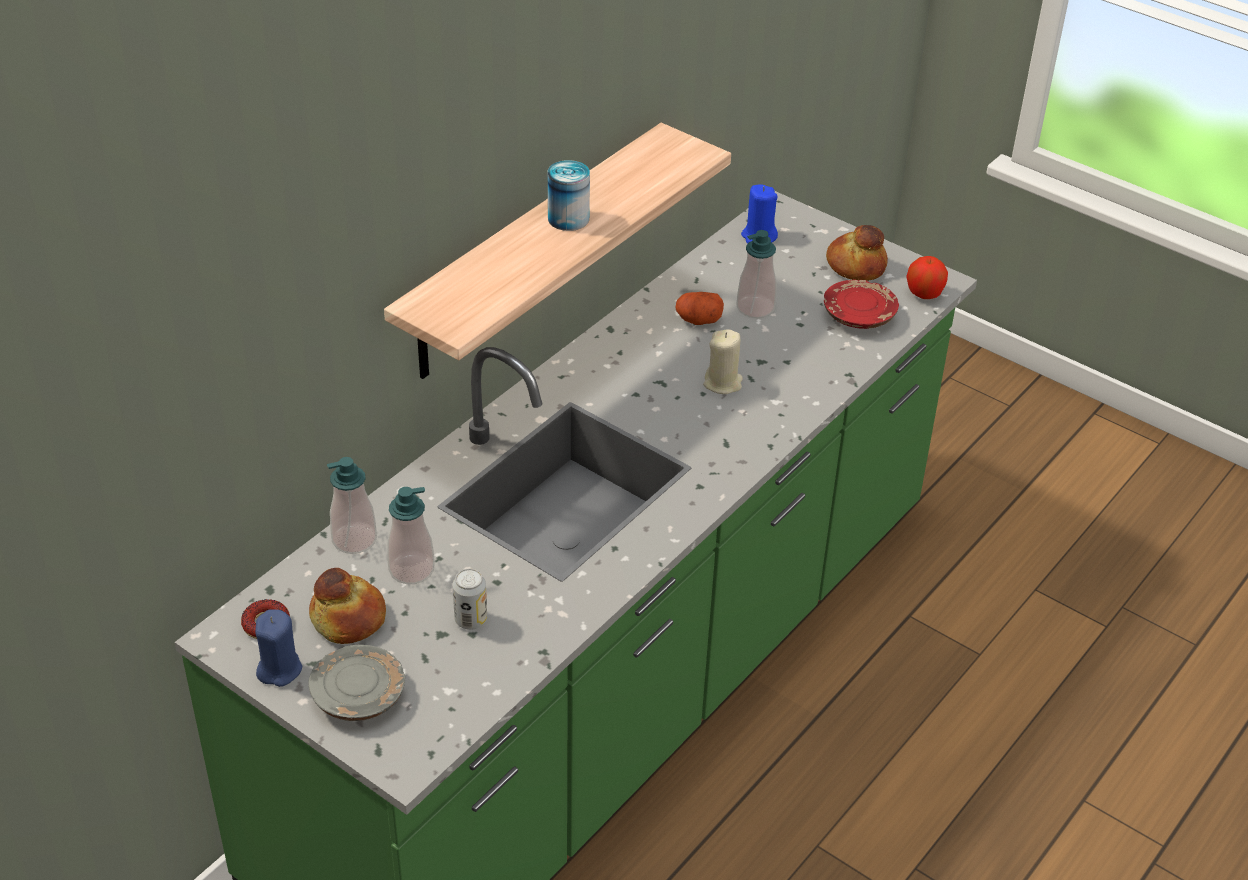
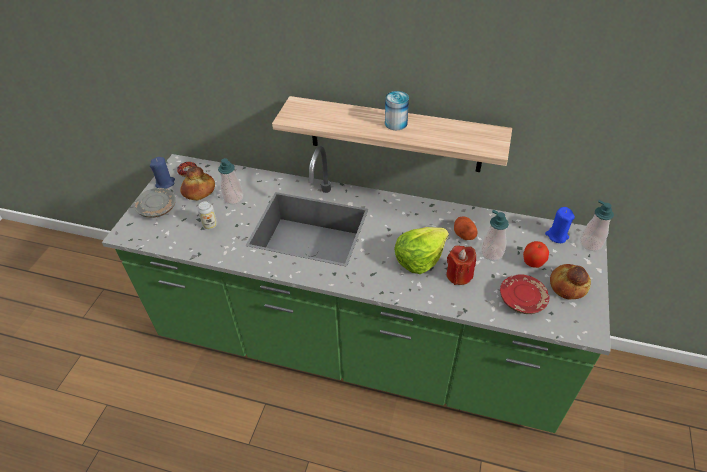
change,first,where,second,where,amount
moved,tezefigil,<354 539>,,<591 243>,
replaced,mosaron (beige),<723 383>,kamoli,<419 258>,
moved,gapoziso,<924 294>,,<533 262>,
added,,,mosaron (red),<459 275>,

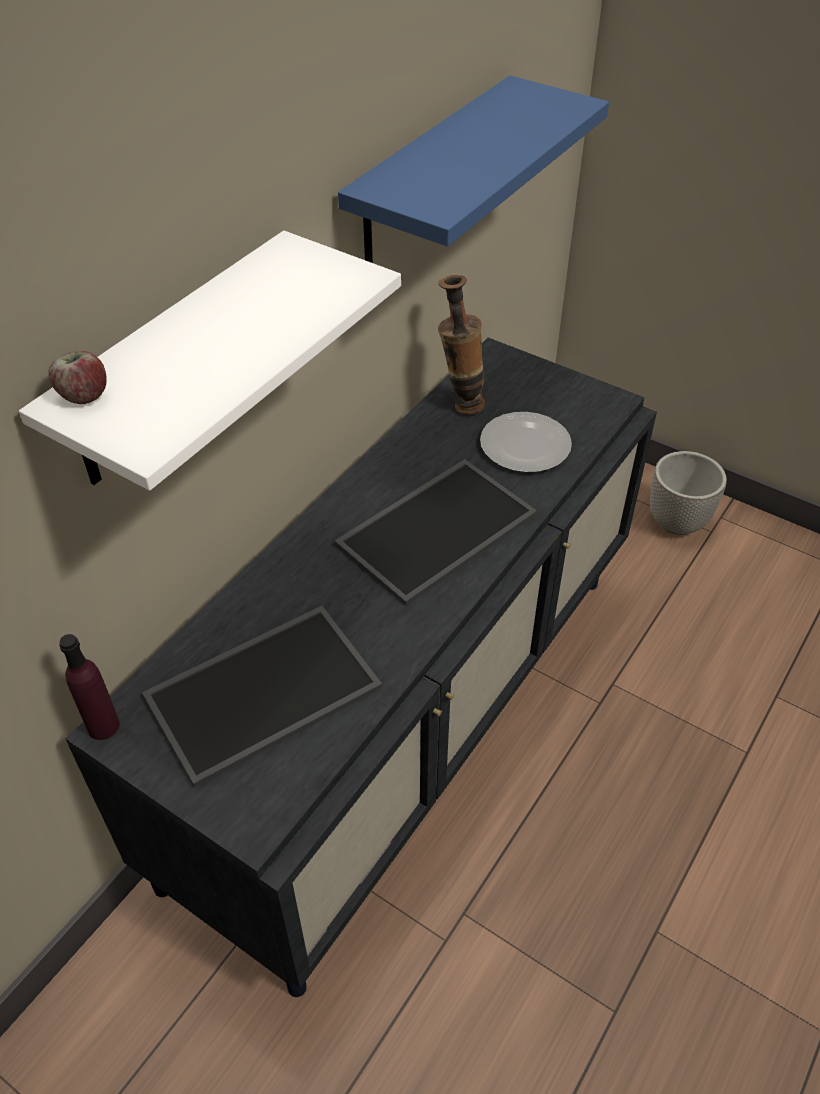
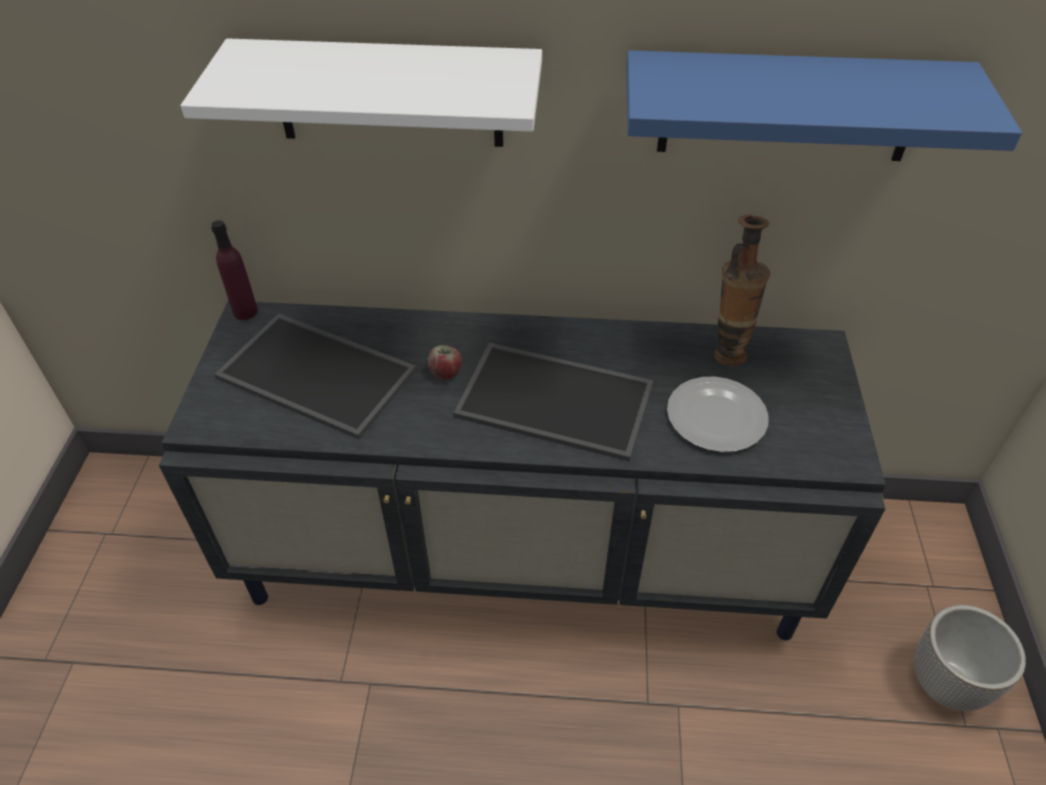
change,first,where,second,where,amount
moved,gapoziso,<84 395>,,<445 372>,

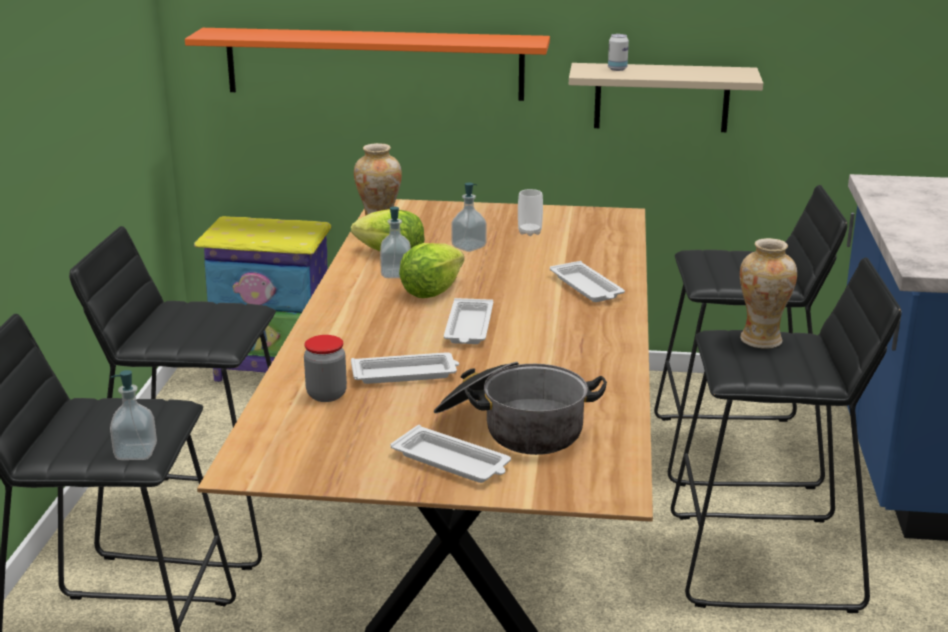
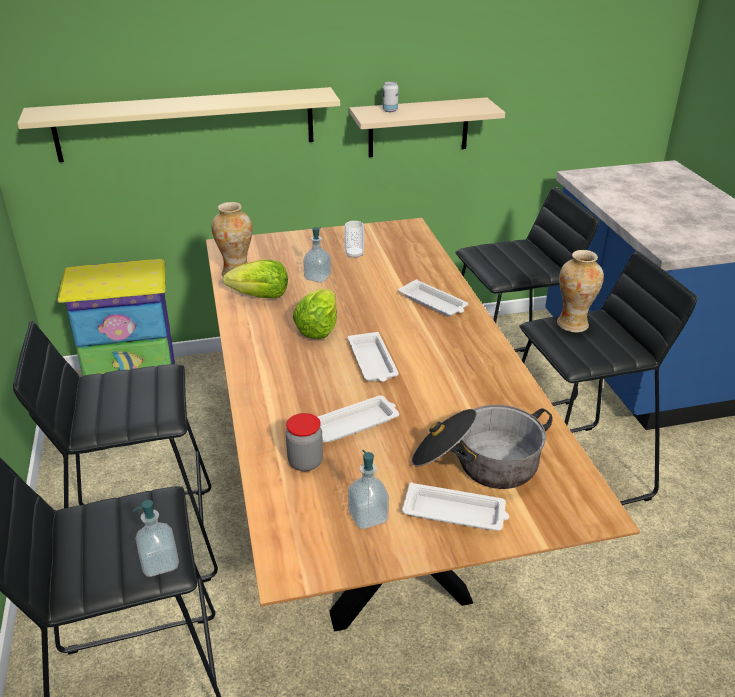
change,first,where,second,where,amount
recoloured,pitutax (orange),<374 64>,pitutax (beige),<186 124>,
moved,tezefigil,<396 274>,,<368 516>,

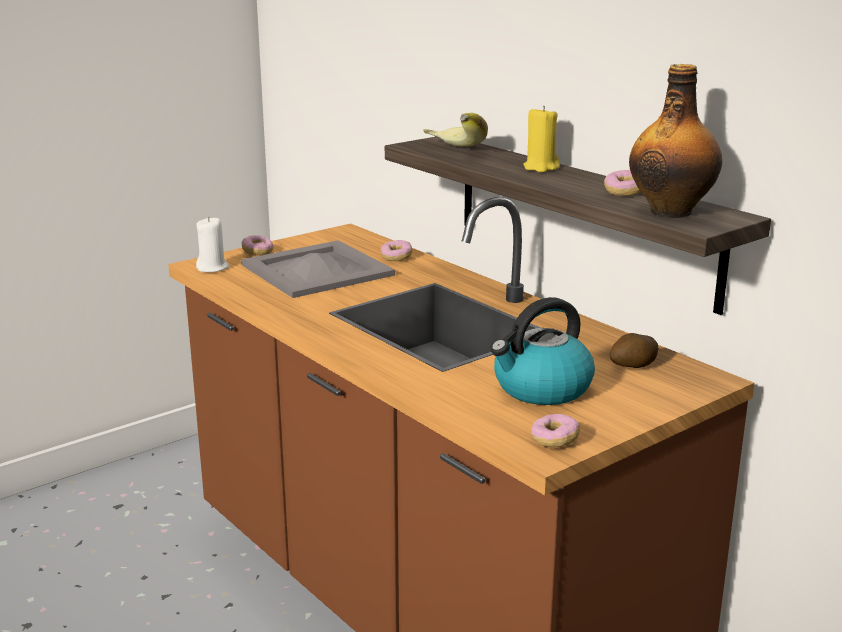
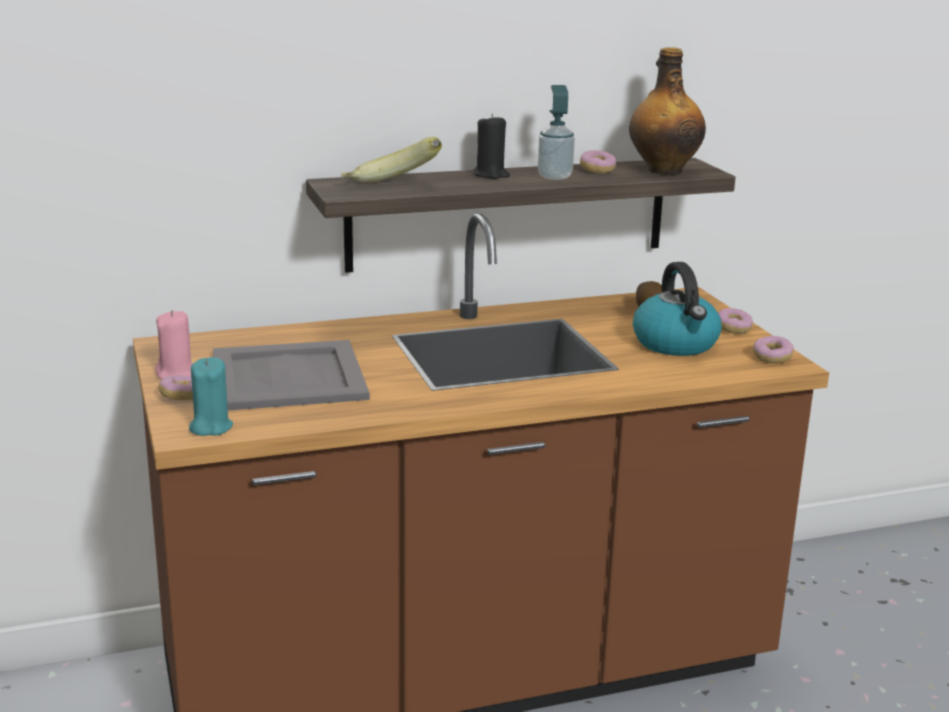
change,first,where,second,where,amount
recoloured,mosaron (white),<213 268>,mosaron (turquoise),<210 427>,
moved,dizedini,<396 257>,,<733 329>,
recoloured,mosaron (yellow),<541 167>,mosaron (black),<491 175>,
added,,,mosaron (pink),<177 374>,
added,,,tezefigil,<555 177>,

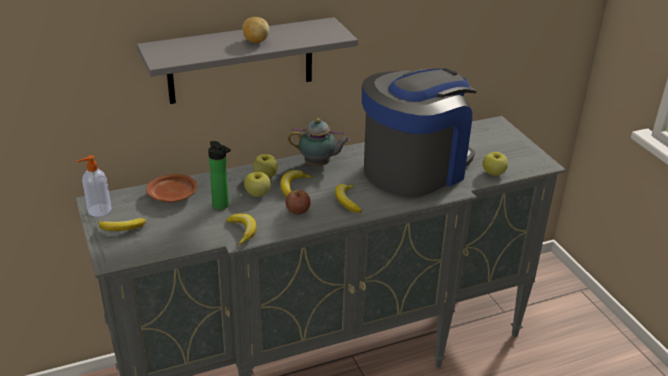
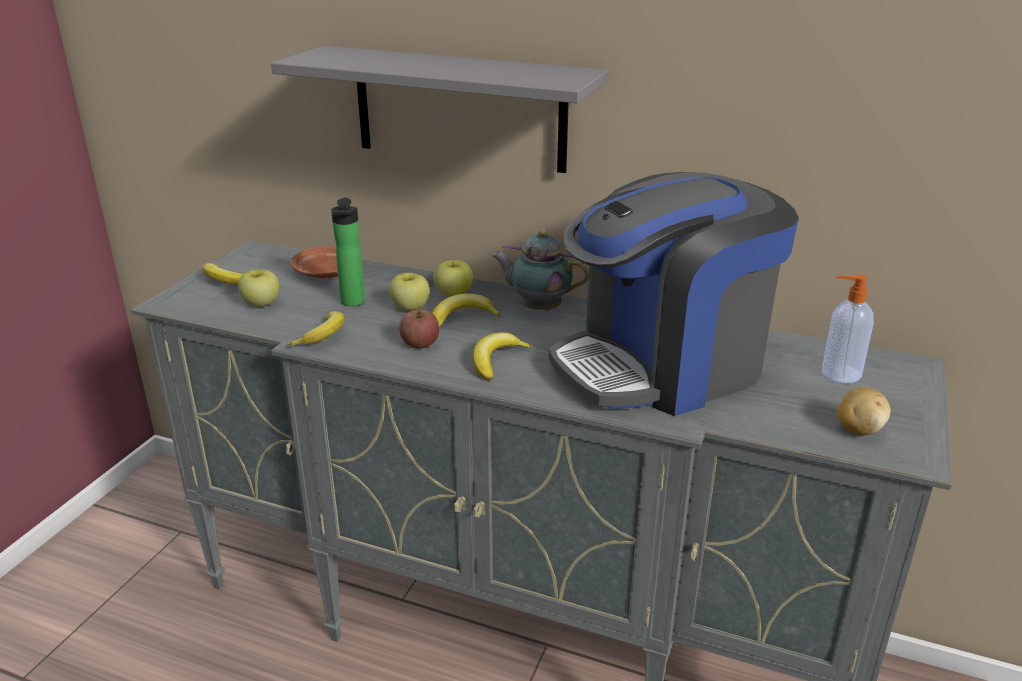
change,first,where,second,where,amount
moved,tezefigil,<98 210>,,<839 373>,
moved,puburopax,<255 41>,,<858 429>,
turned,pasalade,<319 164>,,<538 308>,150 degrees clockwise
turned,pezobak,<415 168>,,<663 366>,150 degrees clockwise
moved,gapoziso,<493 173>,,<261 304>,

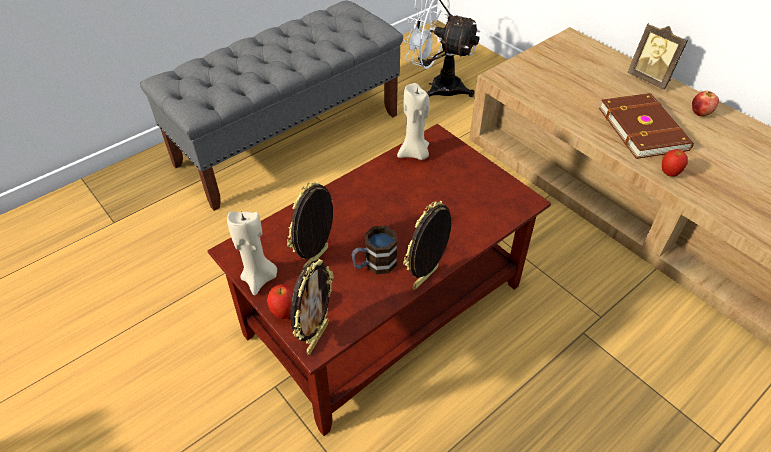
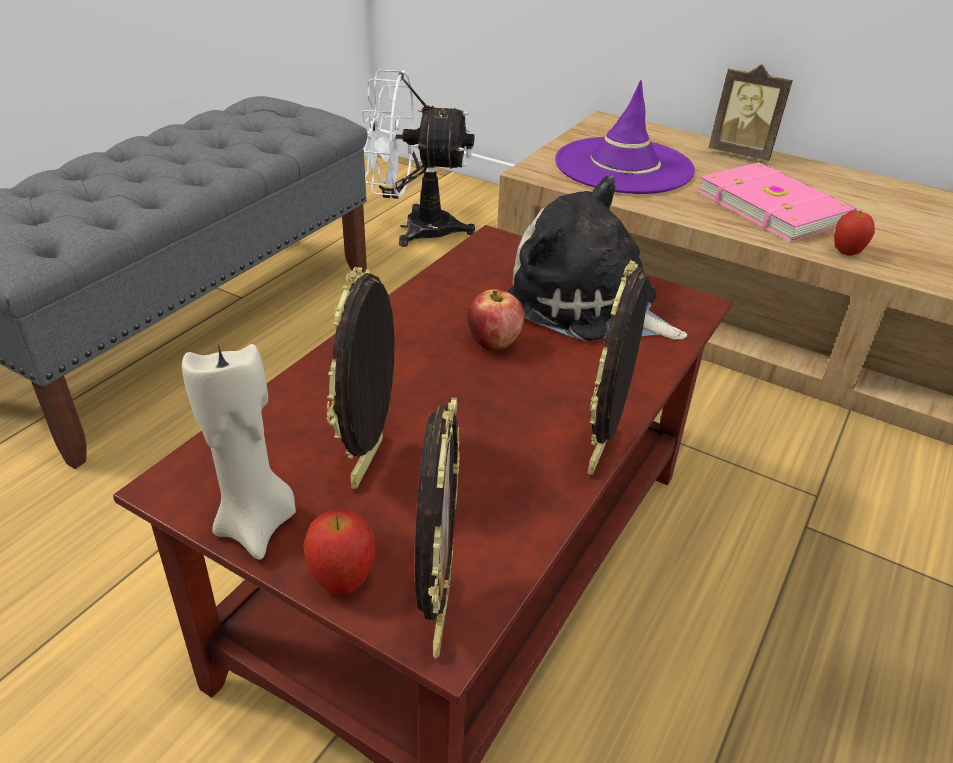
change,first,where,second,where,amount
removed,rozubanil,<374 264>,,,
removed,mosaron (beige),<414 154>,,,
recoloured,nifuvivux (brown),<643 128>,nifuvivux (pink),<773 206>,
moved,gapoziso,<700 113>,,<493 344>,
added,,,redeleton,<588 305>,
added,,,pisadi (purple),<623 166>,

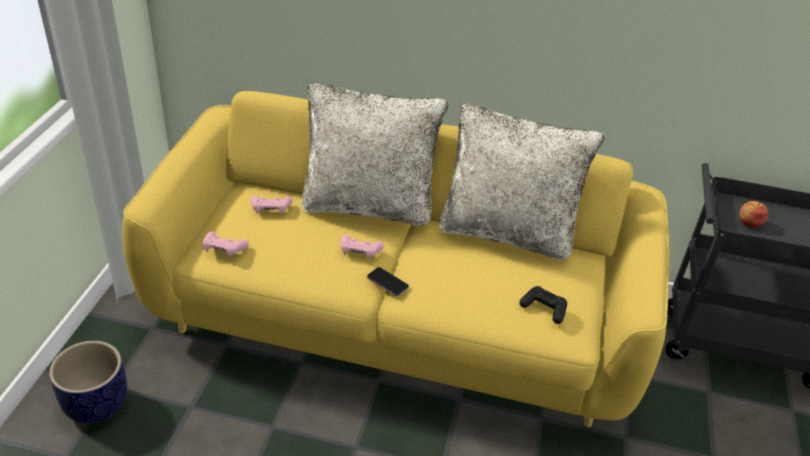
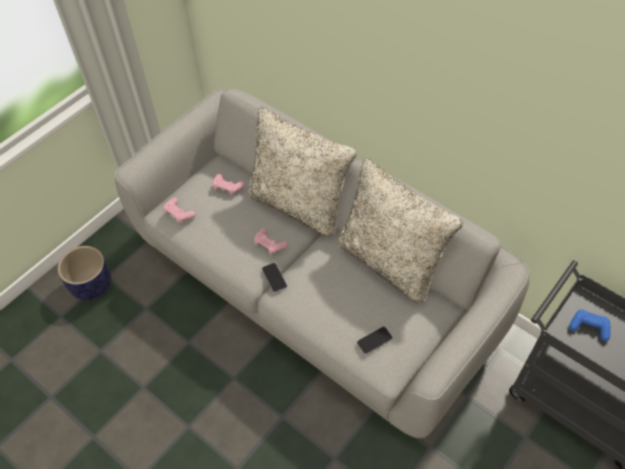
change,first,where,second,where,amount
recoloured,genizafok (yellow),<397 321>,genizafok (grey),<314 289>,
replaced,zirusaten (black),<544 309>,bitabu,<374 340>,
replaced,gapoziso,<749 222>,zirusaten (blue),<589 327>,

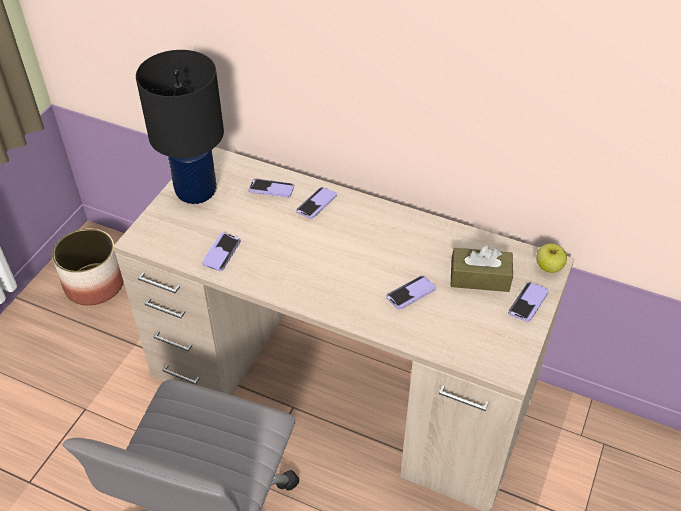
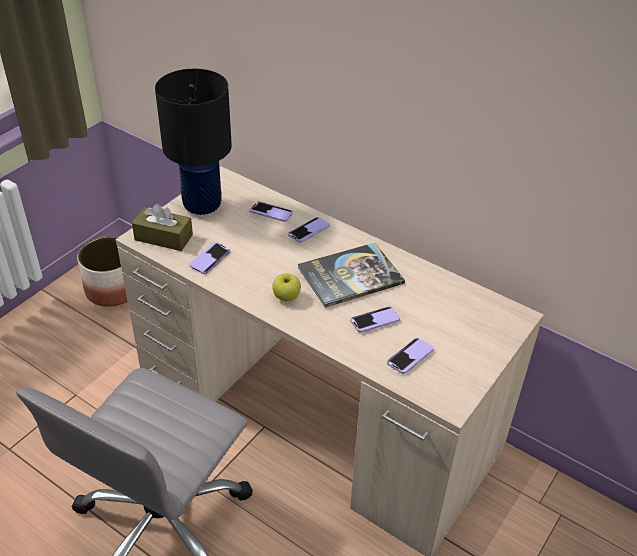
change,first,where,second,where,amount
moved,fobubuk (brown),<479 278>,,<163 237>,
moved,bitabu,<528 303>,,<410 357>,
moved,gapoziso,<549 267>,,<286 296>,
added,,,nifuvivux,<350 275>,

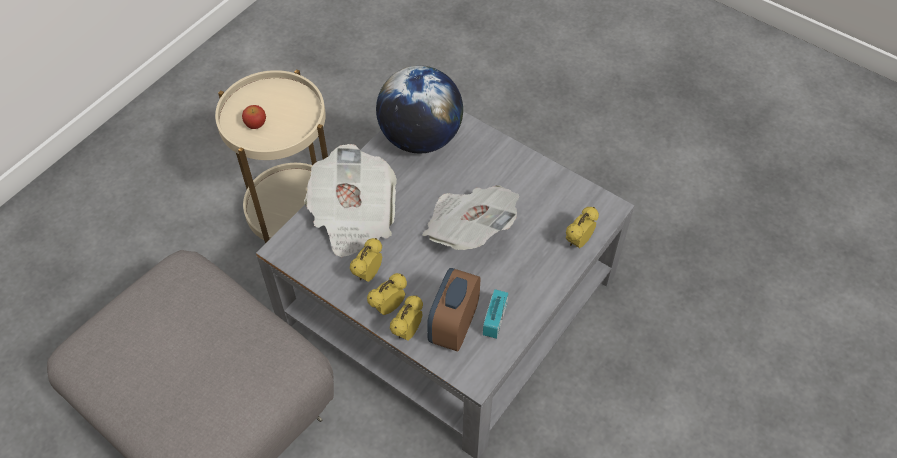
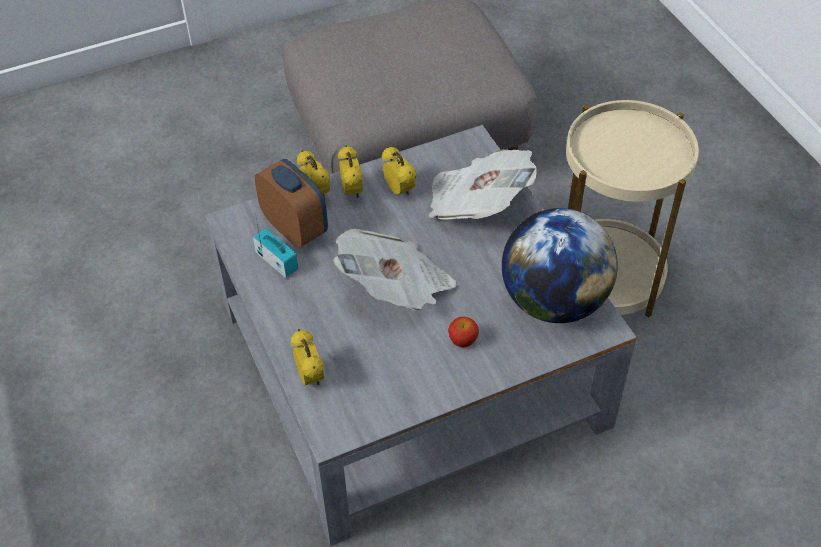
change,first,where,second,where,amount
moved,gapoziso,<256 124>,,<463 341>,

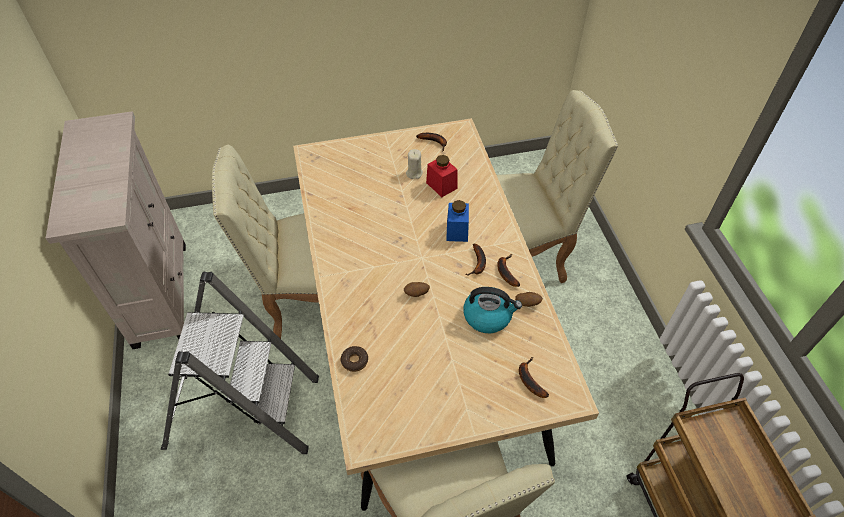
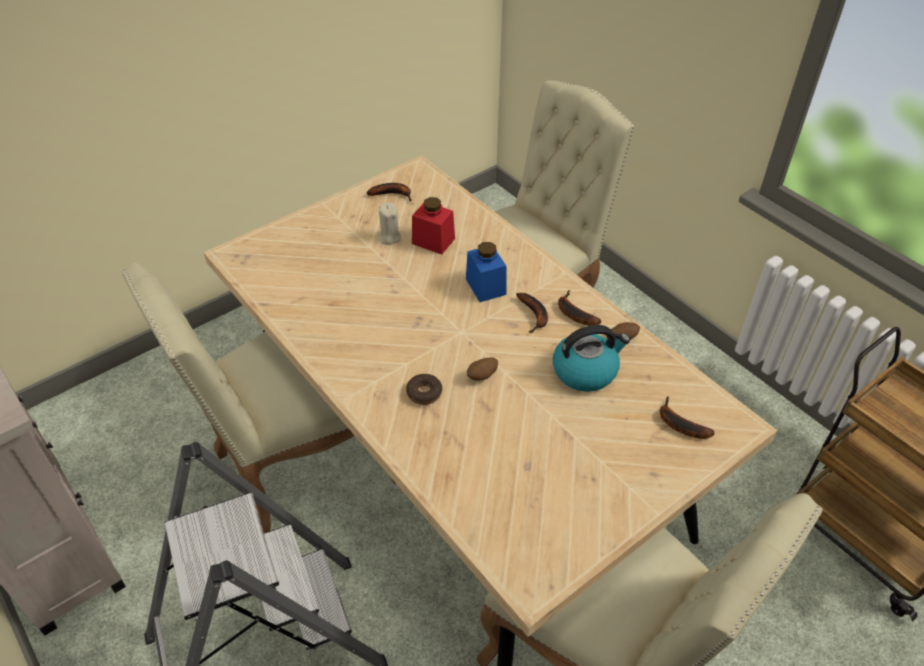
change,first,where,second,where,amount
moved,dizedini,<354 361>,,<424 393>,

